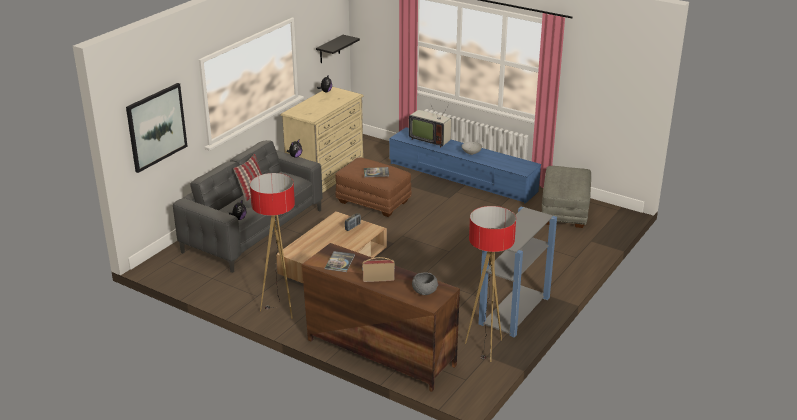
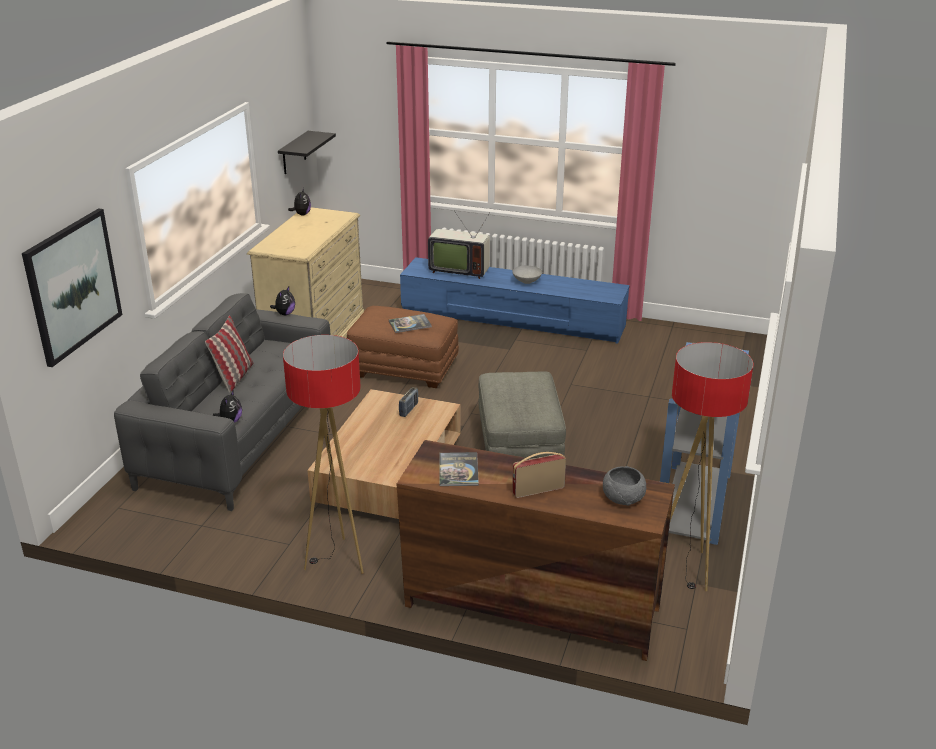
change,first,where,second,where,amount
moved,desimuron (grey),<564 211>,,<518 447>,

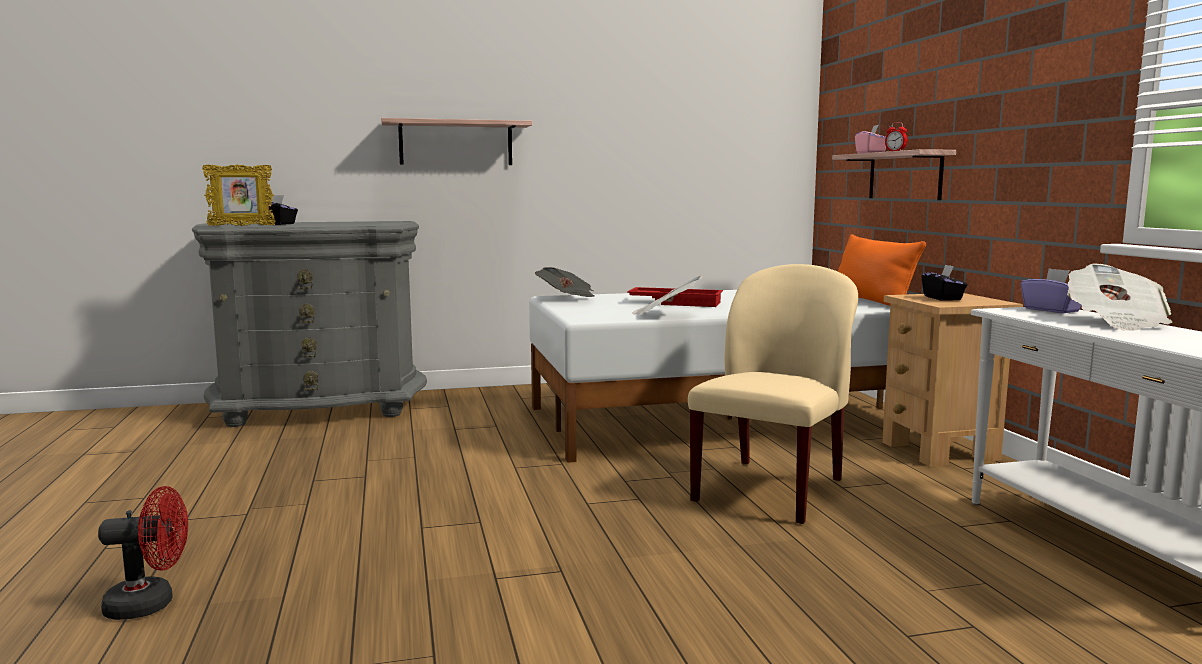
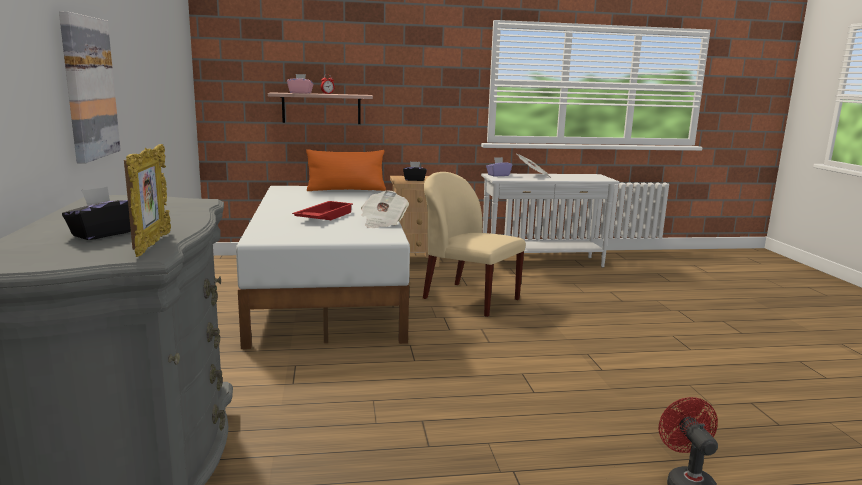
change,first,where,second,where,amount
replaced,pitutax,<456 143>,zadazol,<88 88>,
removed,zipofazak,<567 299>,,,

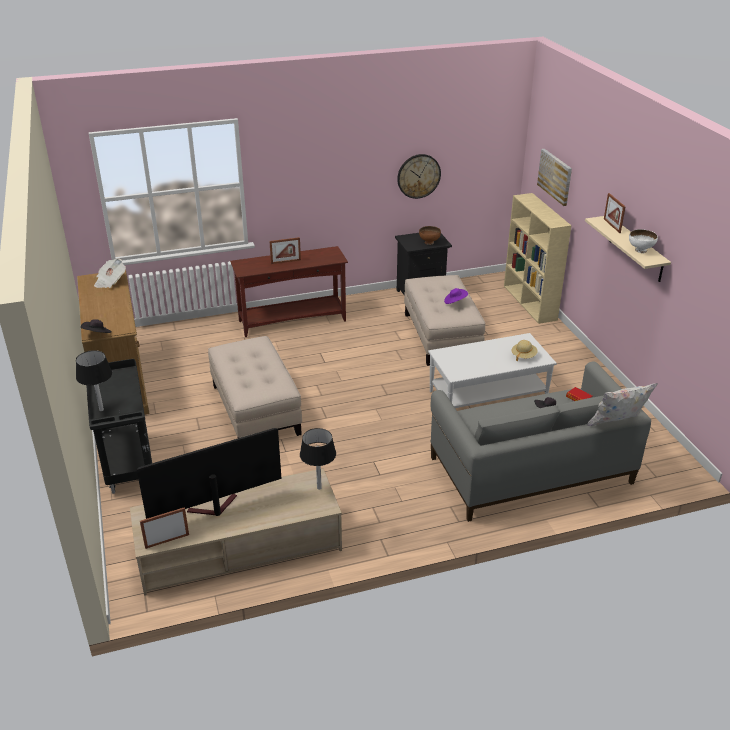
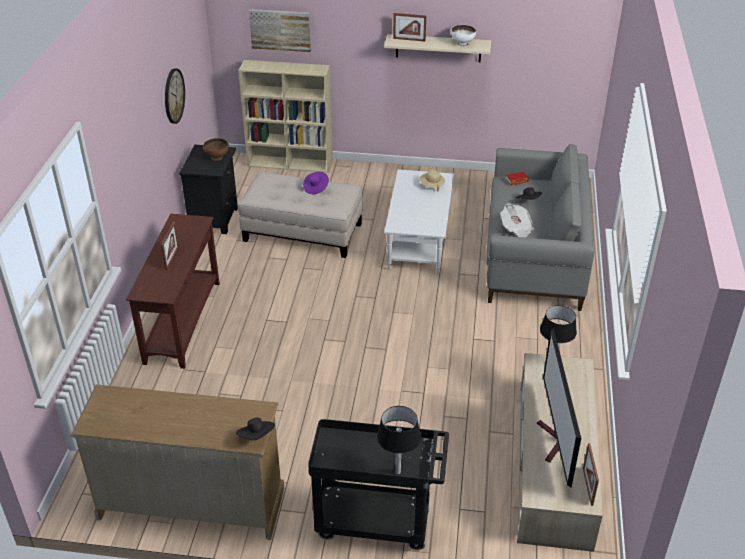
change,first,where,second,where,amount
moved,zipofazak,<110 282>,,<516 229>,
removed,desimuron (beige),<255 409>,,,
removed,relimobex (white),<617 426>,,,

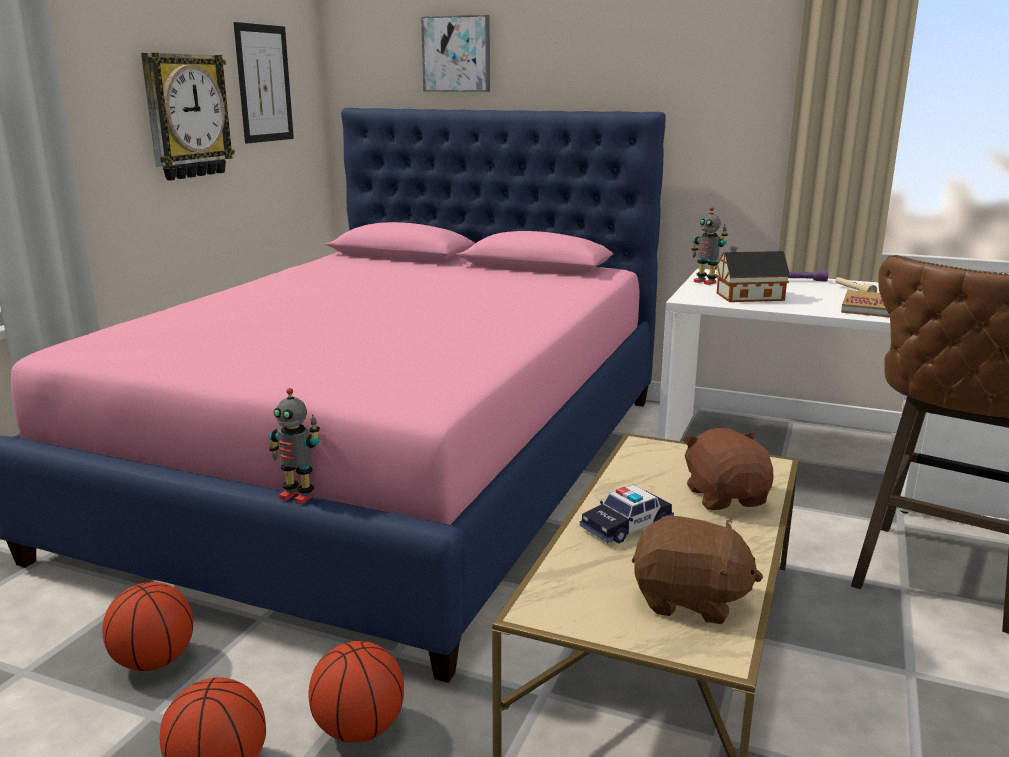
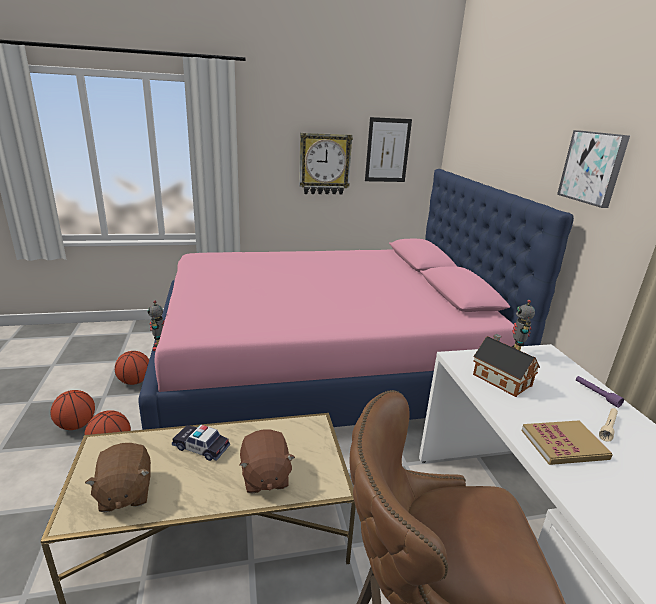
change,first,where,second,where,amount
moved,zadazol,<457 54>,,<593 167>,
turned,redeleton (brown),<726 497>,,<265 476>,120 degrees clockwise

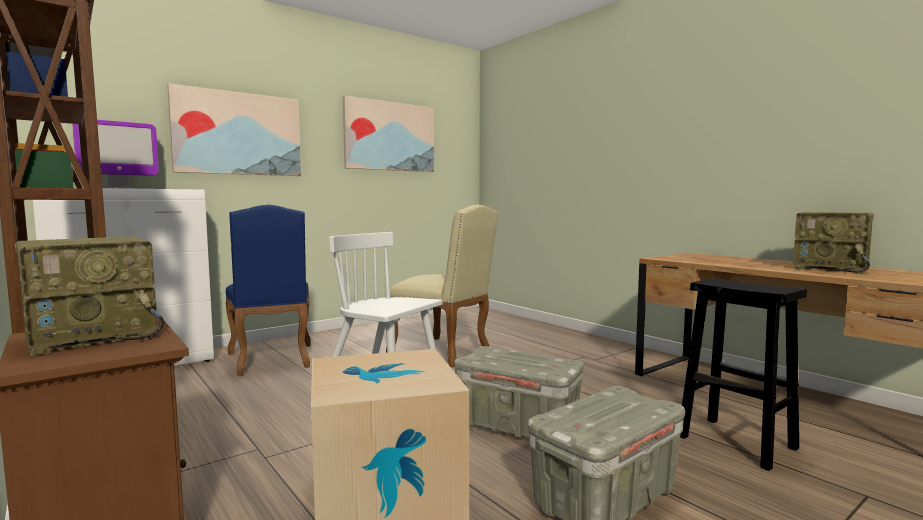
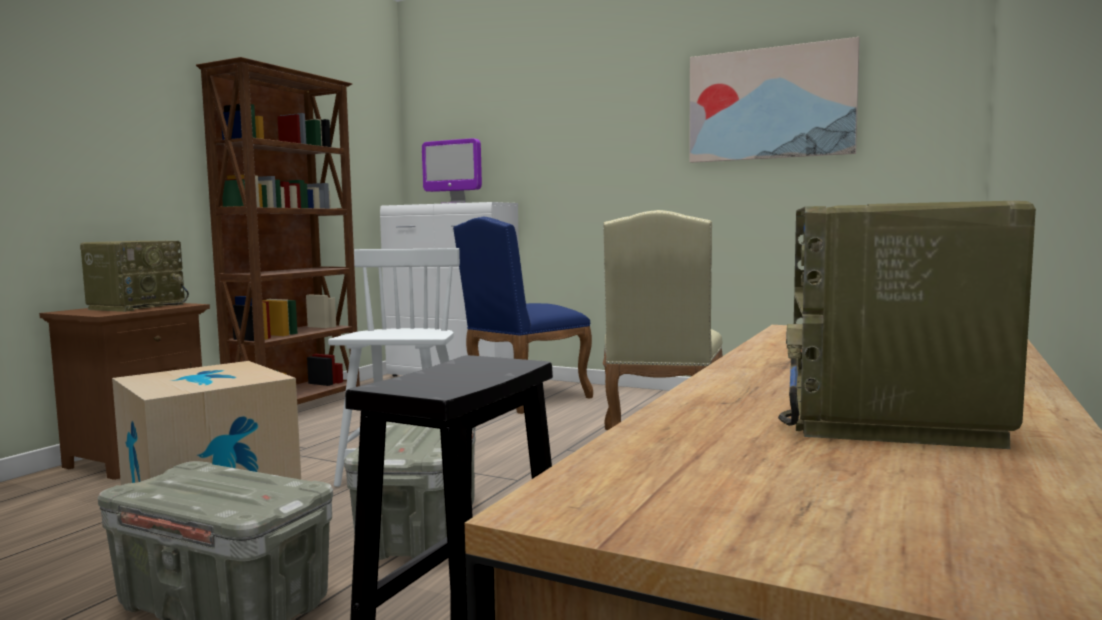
change,first,where,second,where,amount
turned,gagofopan,<94 336>,,<137 307>,90 degrees counterclockwise
removed,zadazol,<238 134>,,,

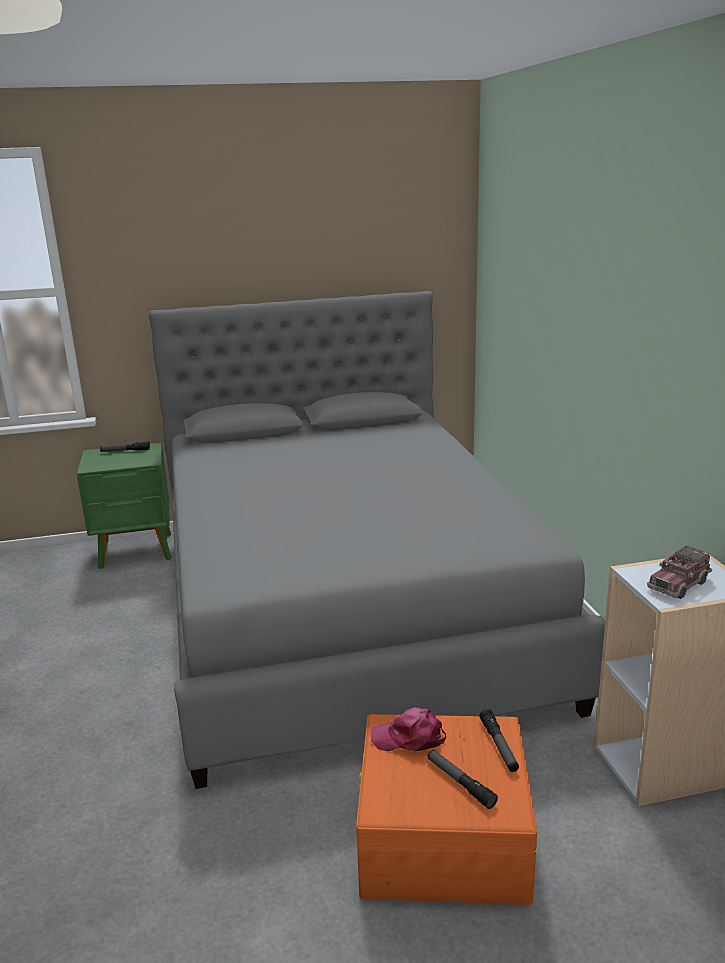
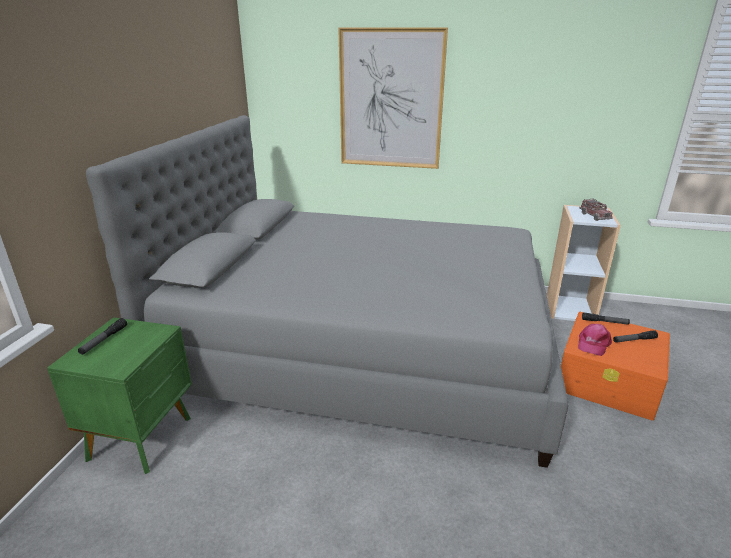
change,first,where,second,where,amount
added,,,zadazol,<390 100>,

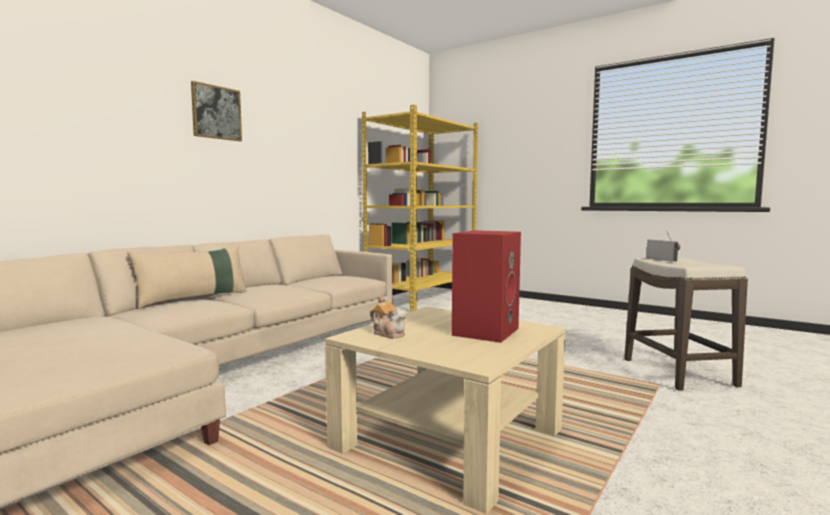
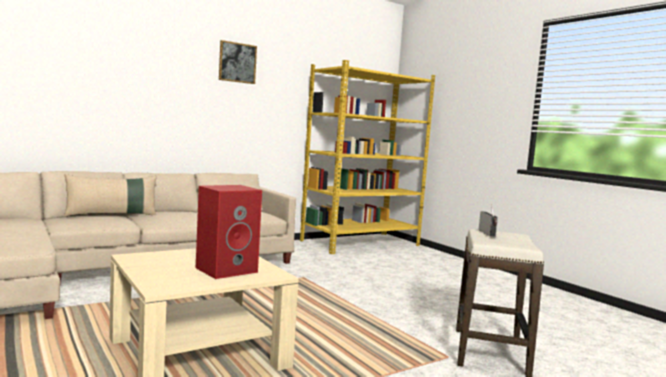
change,first,where,second,where,amount
moved,zadazol,<216 112>,,<237 62>,
removed,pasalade,<388 333>,,,

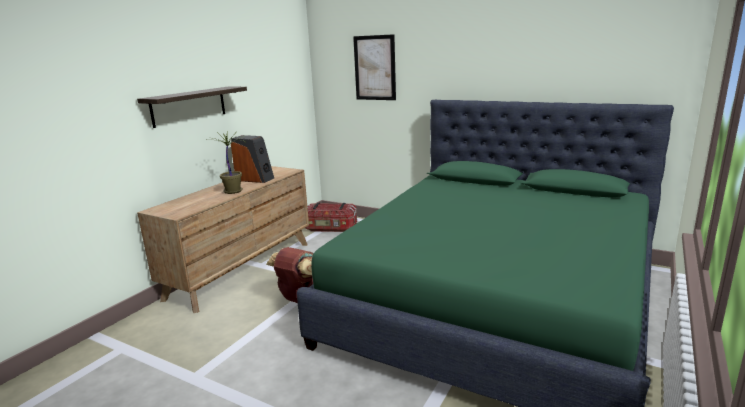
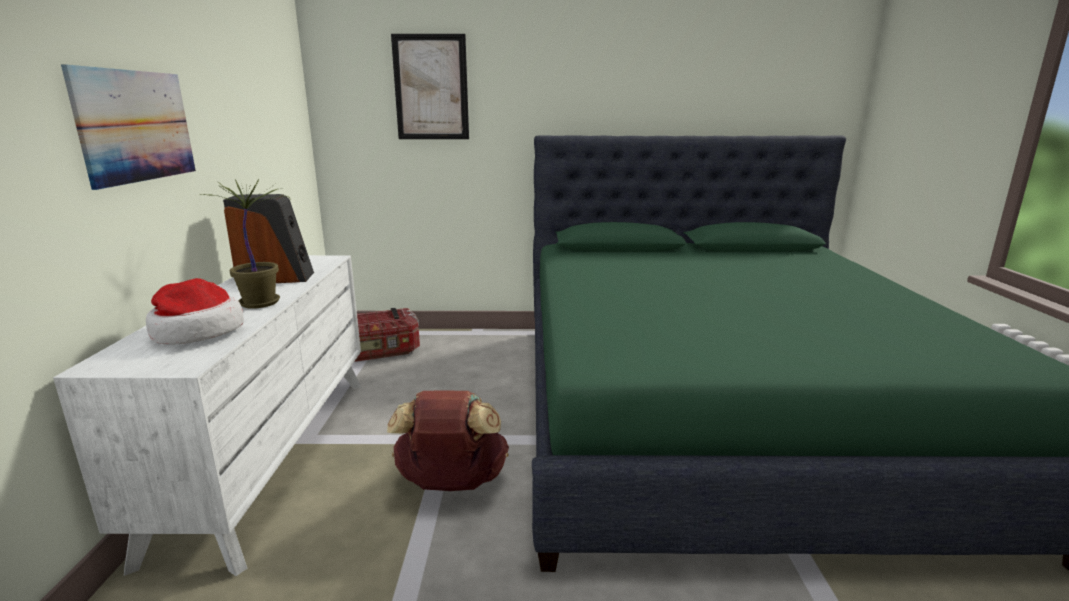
change,first,where,second,where,amount
replaced,pitutax,<189 106>,zadazol,<136 126>,
recoloured,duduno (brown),<242 269>,duduno (white),<271 454>,
added,,,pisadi,<197 332>,

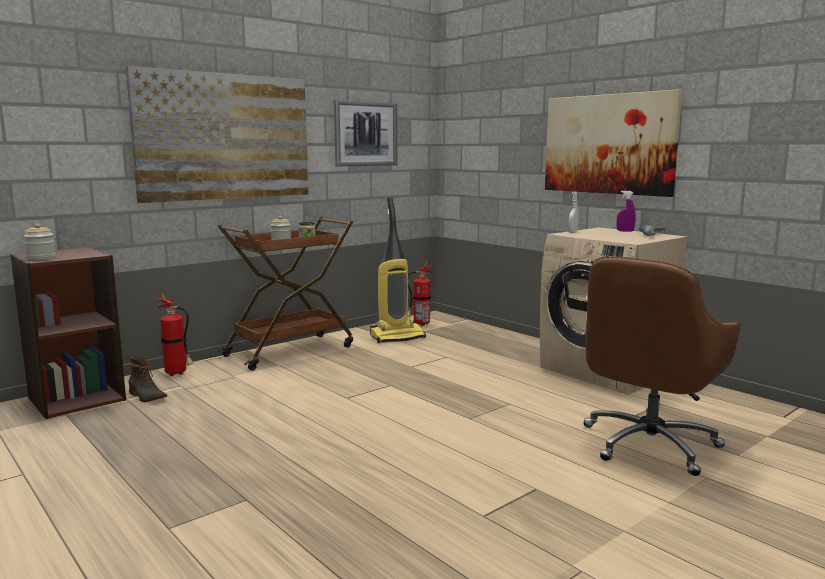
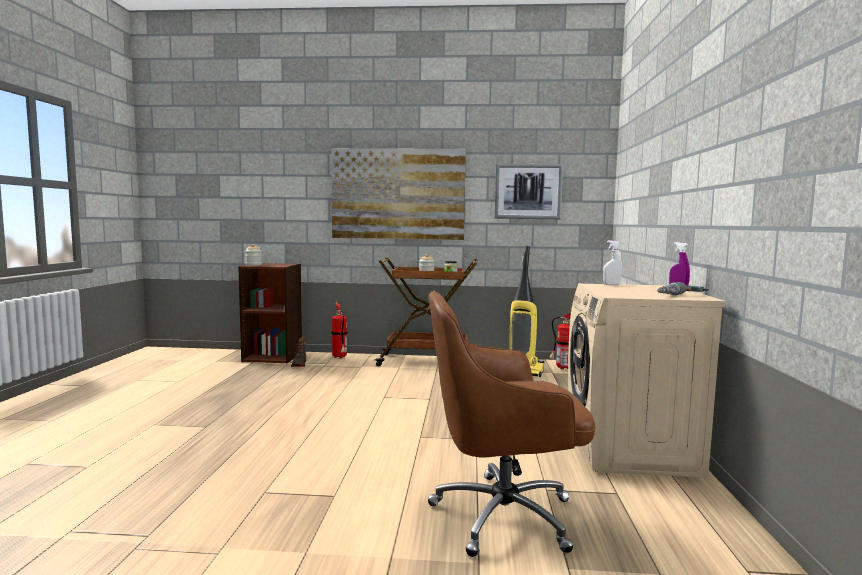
change,first,where,second,where,amount
removed,zadazol,<608 144>,,,

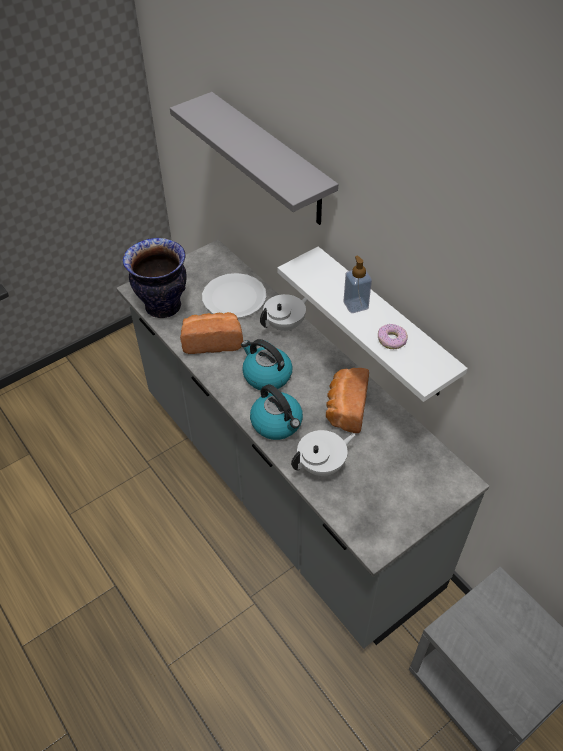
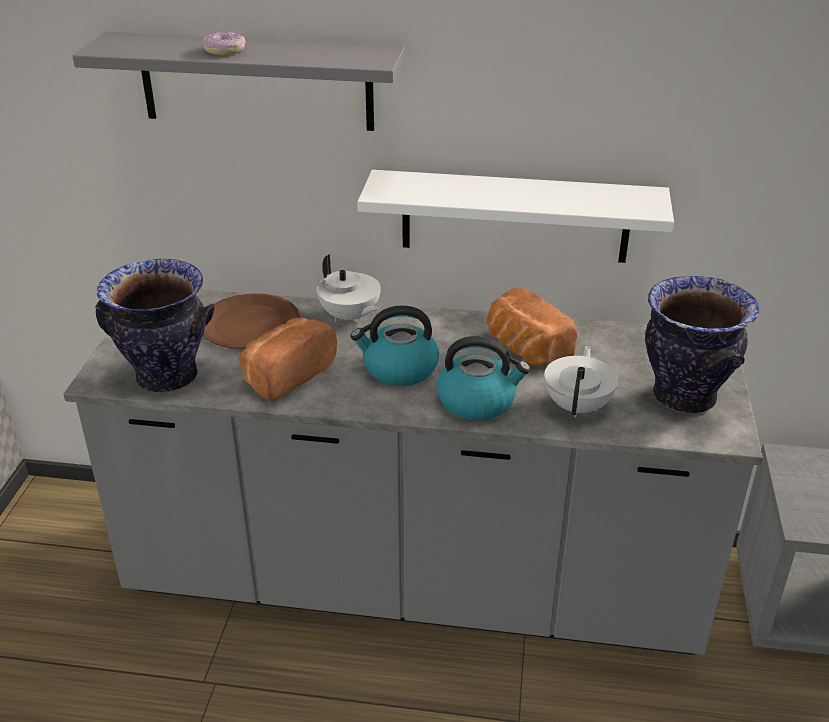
change,first,where,second,where,amount
recoloured,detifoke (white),<234 297>,detifoke (brown),<249 324>,
turned,pasalade (white),<285 324>,,<349 317>,135 degrees clockwise
removed,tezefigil,<355 305>,,,
moved,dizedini,<392 340>,,<225 50>,
added,,,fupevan,<683 397>,

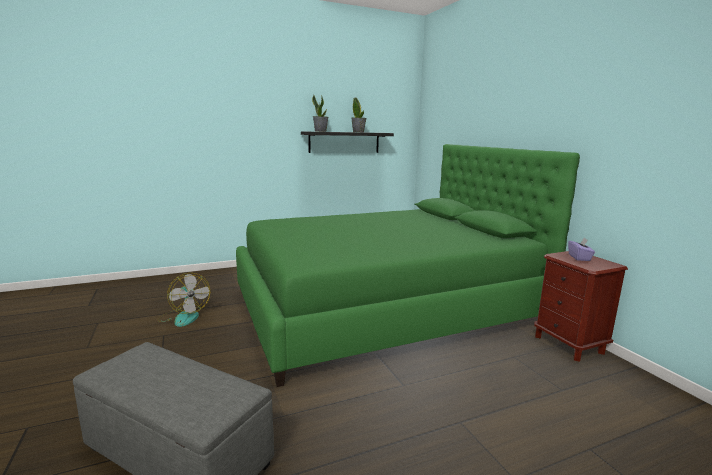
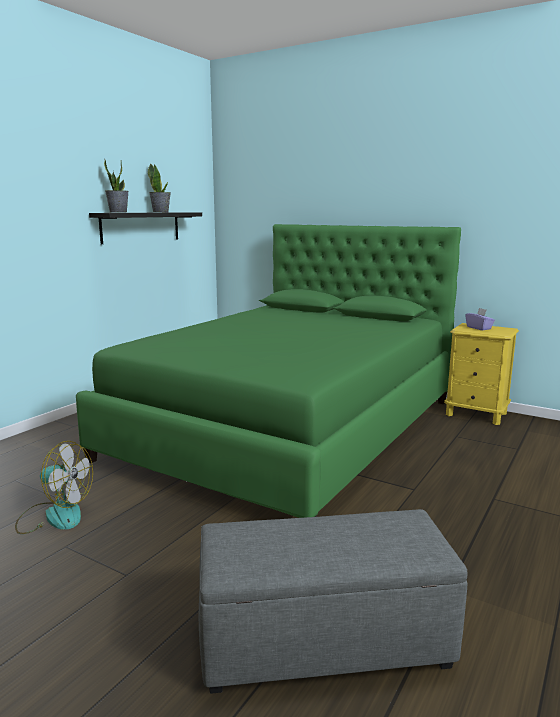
change,first,where,second,where,amount
recoloured,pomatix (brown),<568 344>,pomatix (yellow),<476 414>,

